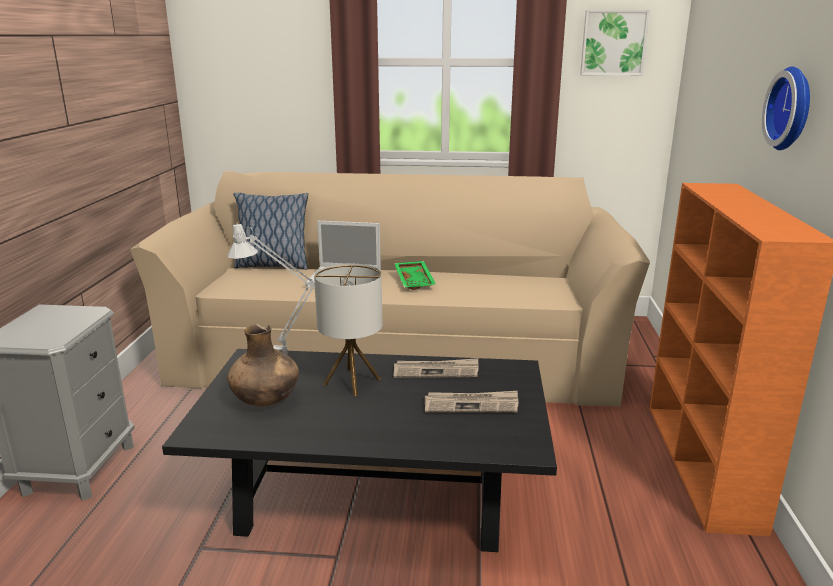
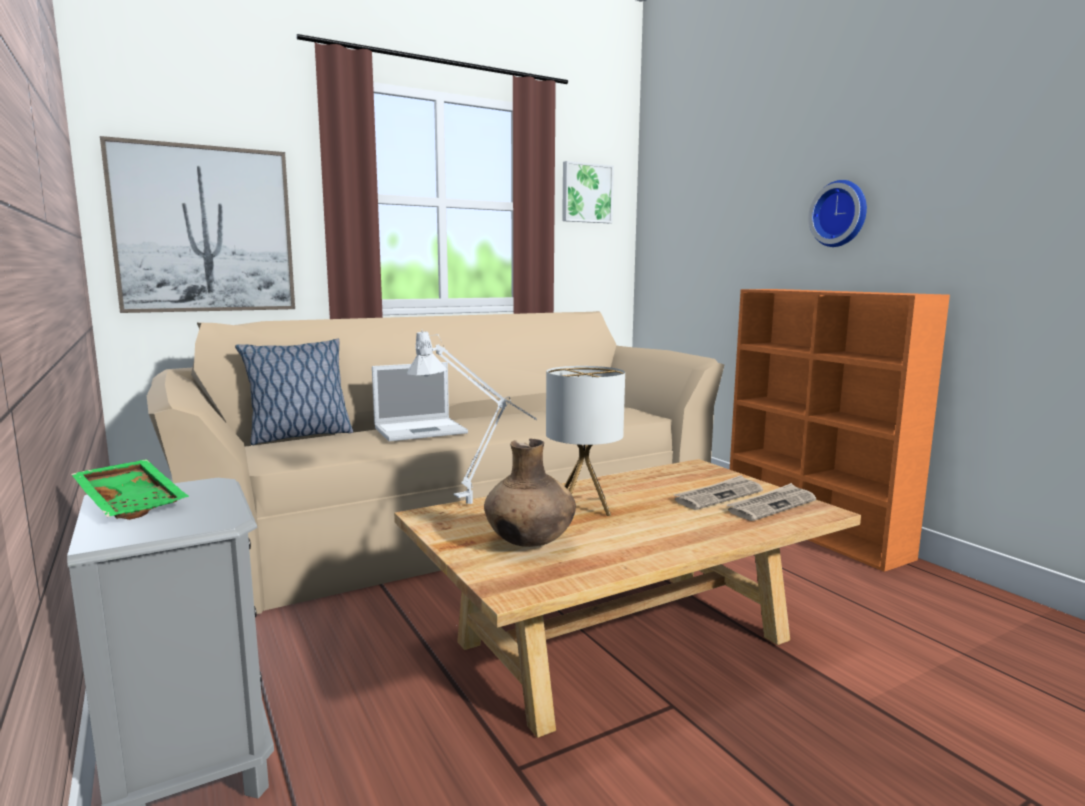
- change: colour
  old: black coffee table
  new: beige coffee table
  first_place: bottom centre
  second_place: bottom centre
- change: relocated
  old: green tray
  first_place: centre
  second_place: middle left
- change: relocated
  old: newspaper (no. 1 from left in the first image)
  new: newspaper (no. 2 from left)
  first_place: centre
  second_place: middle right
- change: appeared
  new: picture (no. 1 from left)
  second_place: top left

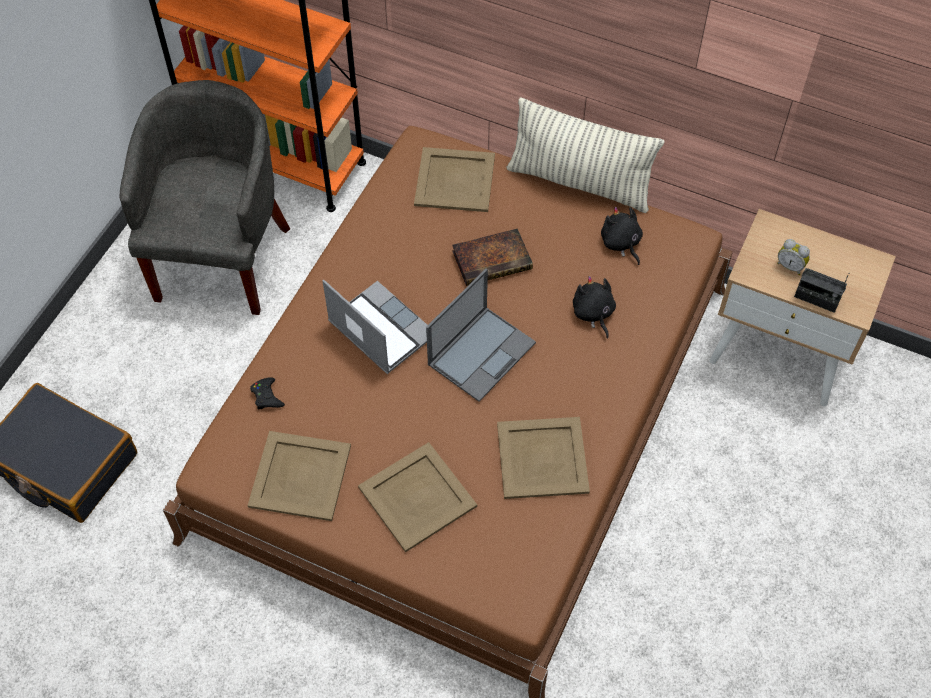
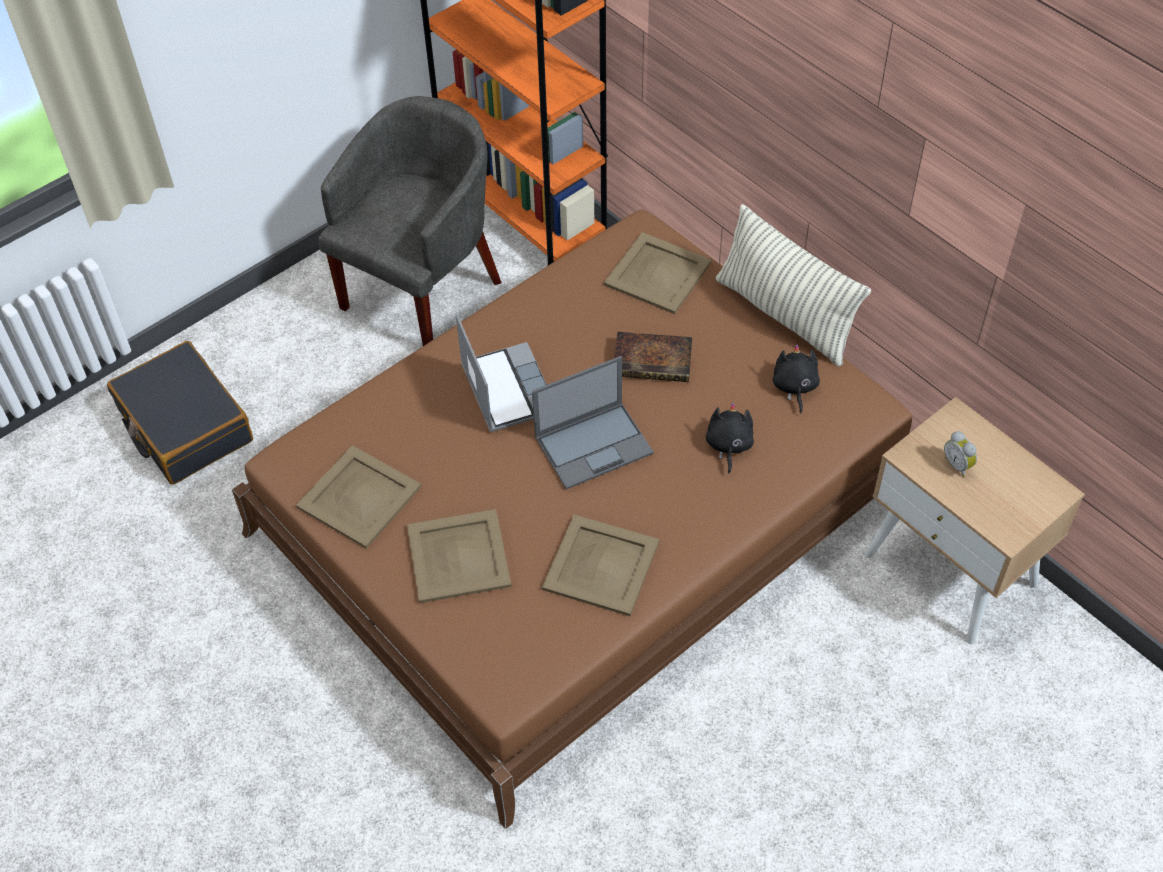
- change: missing
  old: black game controller
  first_place: middle left
- change: missing
  old: radio
  first_place: middle right

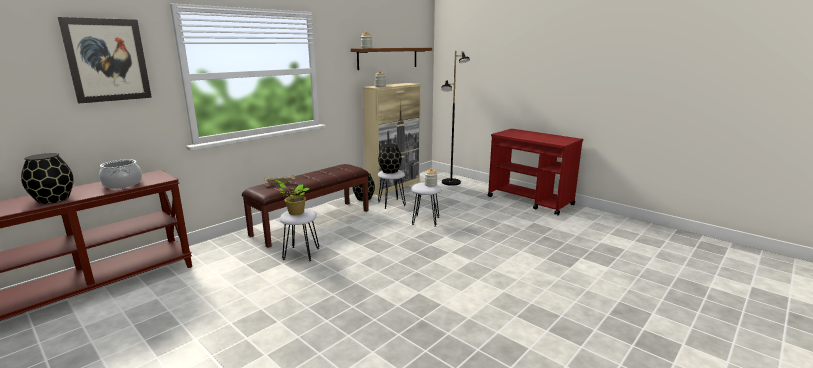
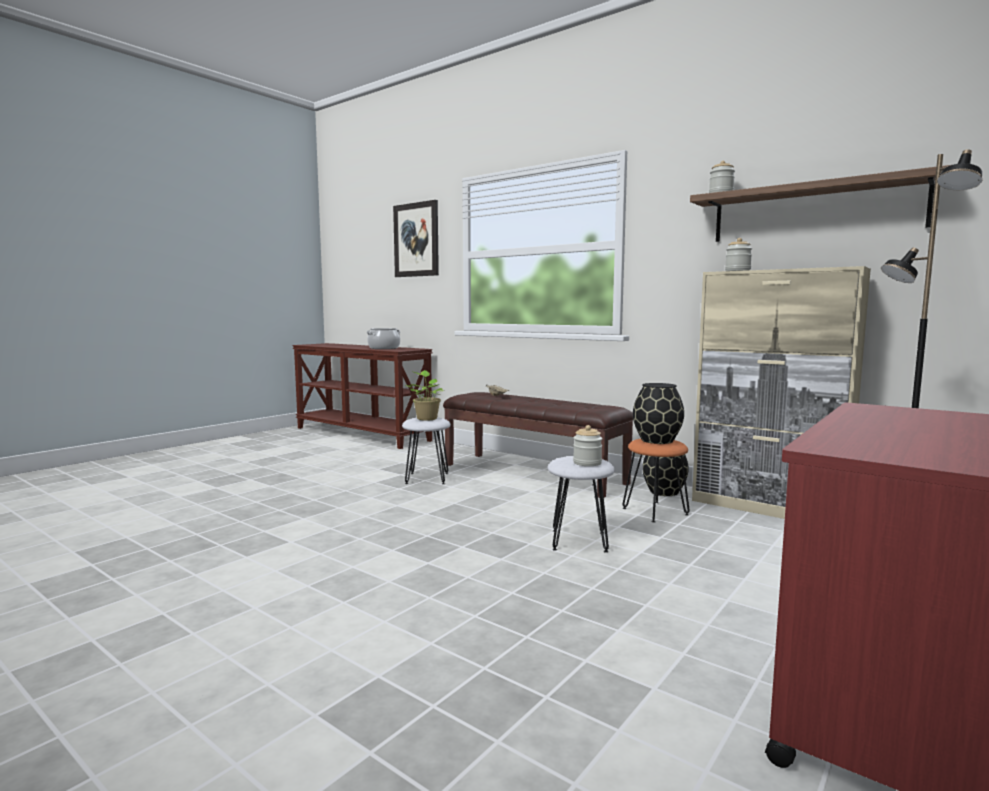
- change: missing
  old: black vase (no. 1 from left)
  first_place: middle left
- change: colour
  old: white stool (no. 2 from left)
  new: orange stool
  first_place: centre
  second_place: centre

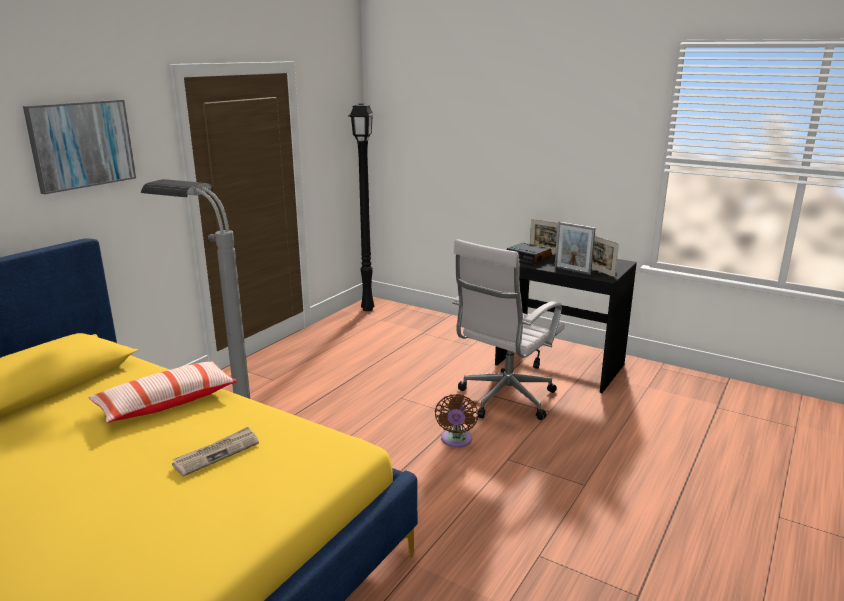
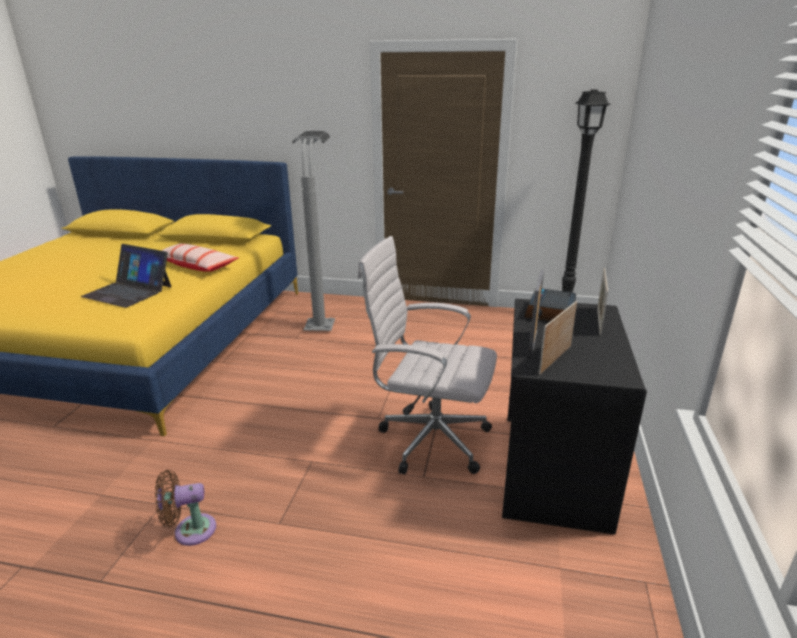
- change: missing
  old: picture
  first_place: top left
- change: exchanged
  old: newspaper
  new: laptop
  first_place: bottom left
  second_place: middle left
- change: relocated
  old: brown fan
  first_place: bottom centre
  second_place: bottom left

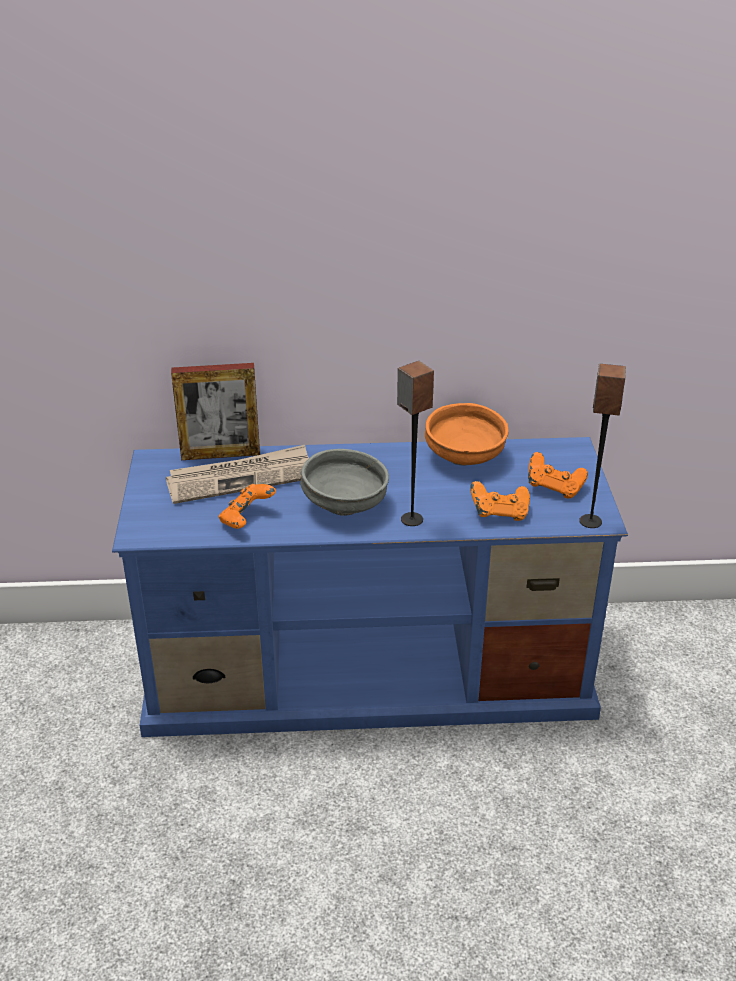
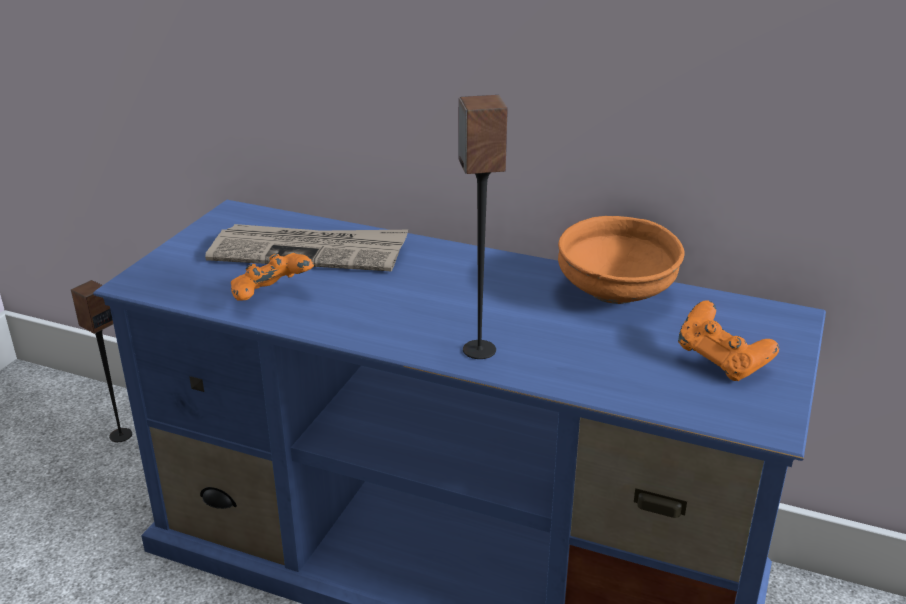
- change: missing
  old: picture frame
  first_place: middle left
- change: missing
  old: grey bowl
  first_place: centre
- change: missing
  old: orange game controller (no. 2 from left)
  first_place: middle right
- change: relocated
  old: speaker (no. 2 from left in the first image)
  new: speaker (no. 1 from left)
  first_place: middle right
  second_place: middle left

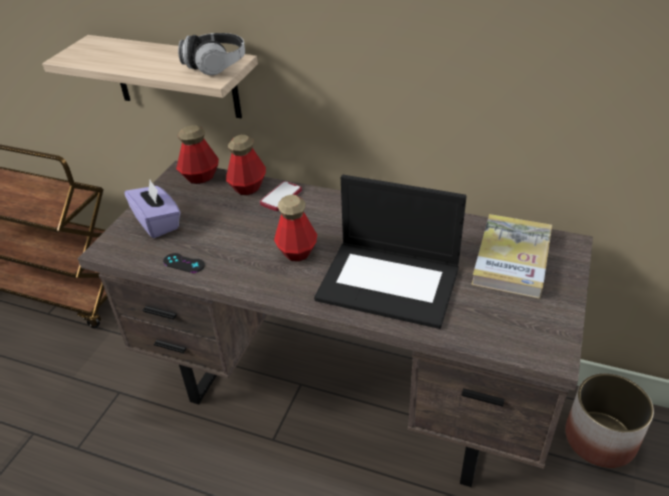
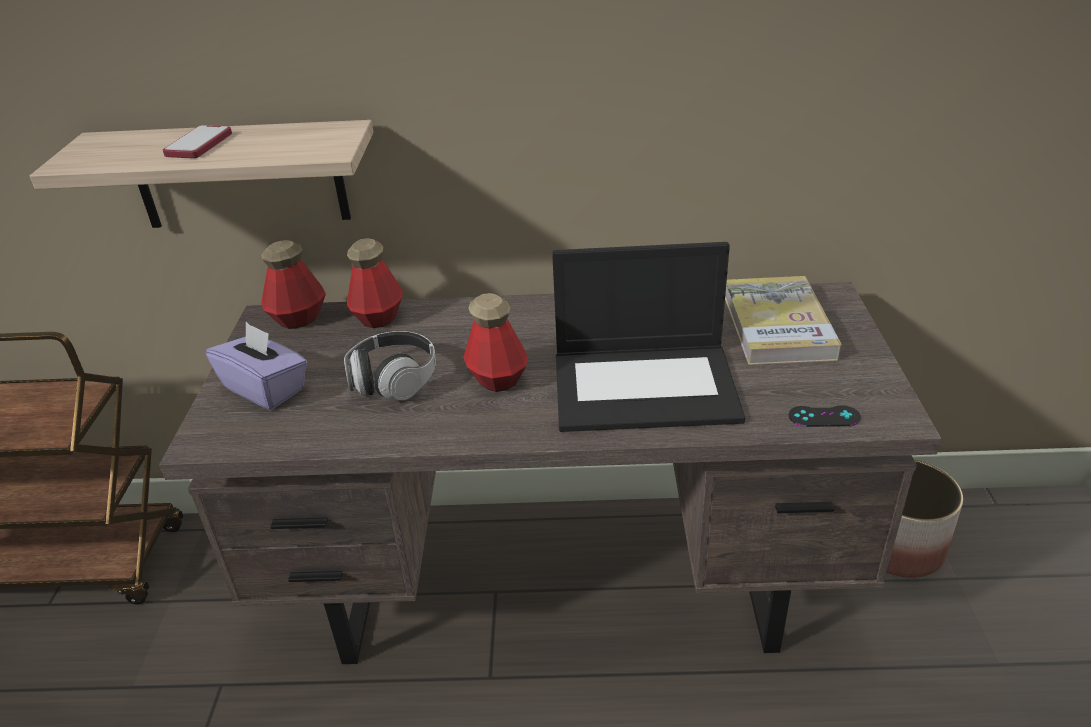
- change: relocated
  old: black game controller
  first_place: middle left
  second_place: middle right
- change: relocated
  old: headphones
  first_place: top left
  second_place: centre
- change: relocated
  old: phone
  first_place: centre
  second_place: top left

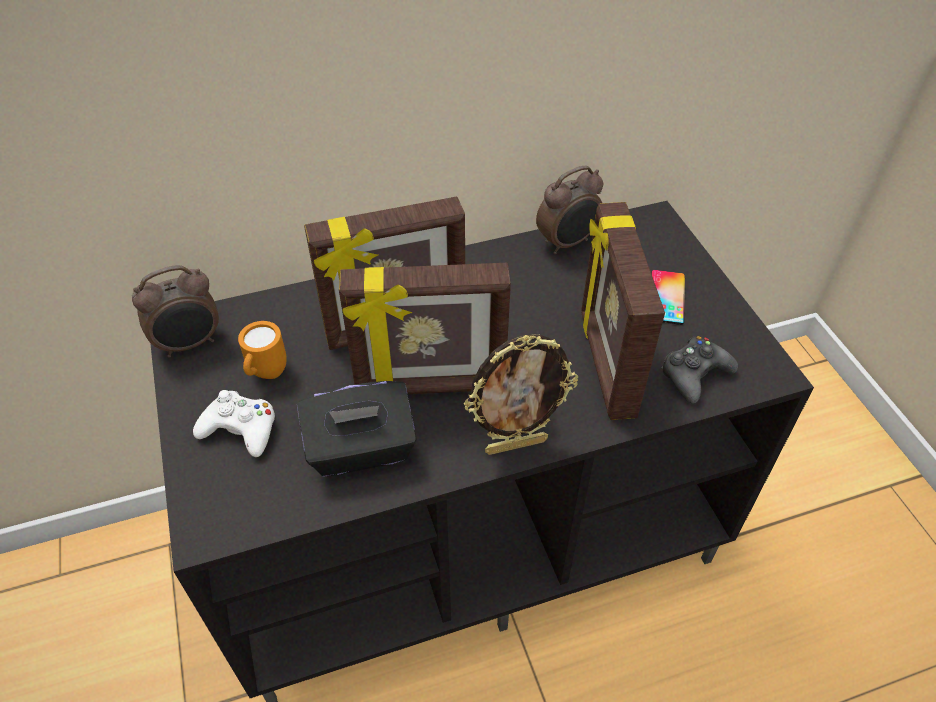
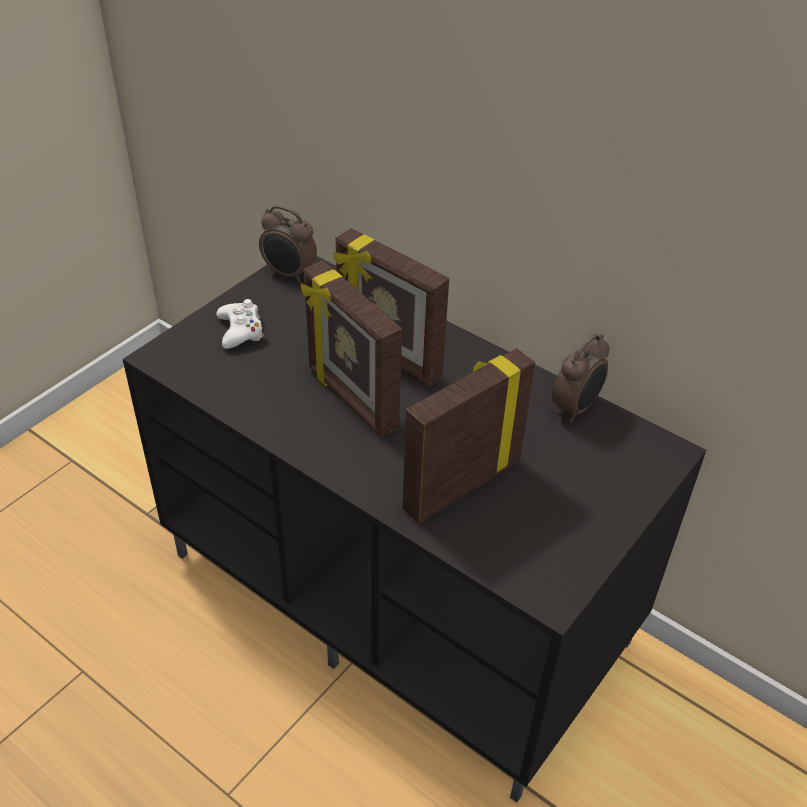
- change: missing
  old: orange mug
  first_place: middle left
- change: missing
  old: black tissue box
  first_place: centre
- change: missing
  old: picture frame (no. 3 from left)
  first_place: centre
- change: spun
  old: alarm clock (no. 2 from left)
  first_place: top centre
  second_place: middle right
  degrees: -75
- change: missing
  old: phone
  first_place: middle right
- change: missing
  old: black game controller
  first_place: middle right

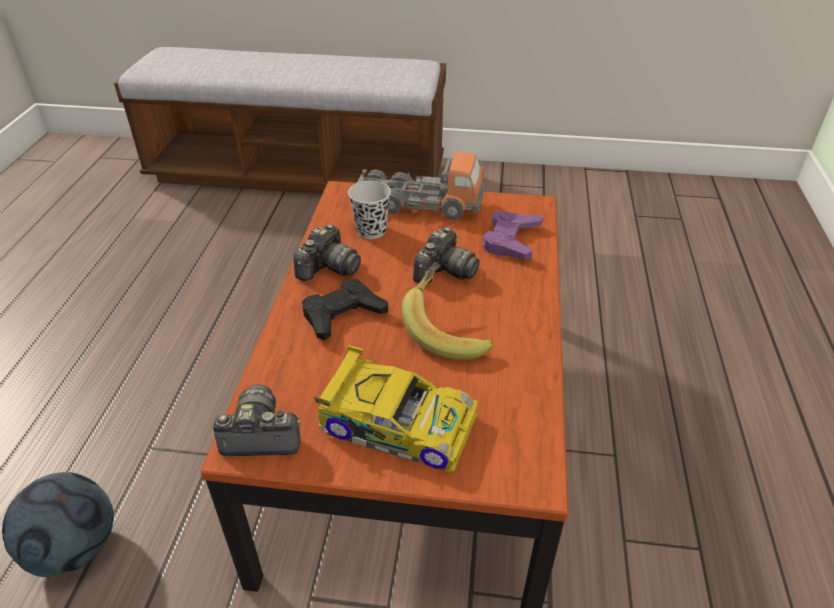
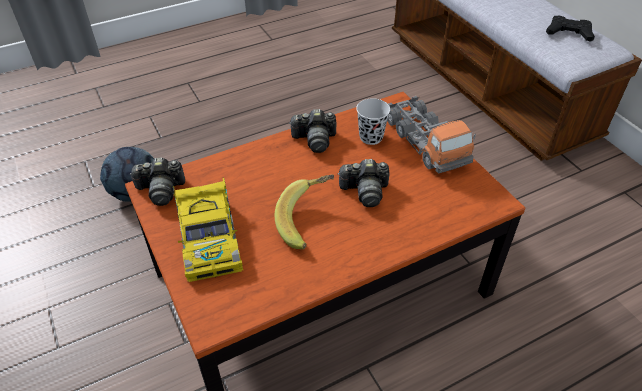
- change: spun
  old: photo camera (no. 1 from left)
  first_place: bottom left
  second_place: middle left
  degrees: 120
- change: relocated
  old: black game controller
  first_place: centre
  second_place: top right
- change: missing
  old: purple game controller
  first_place: centre

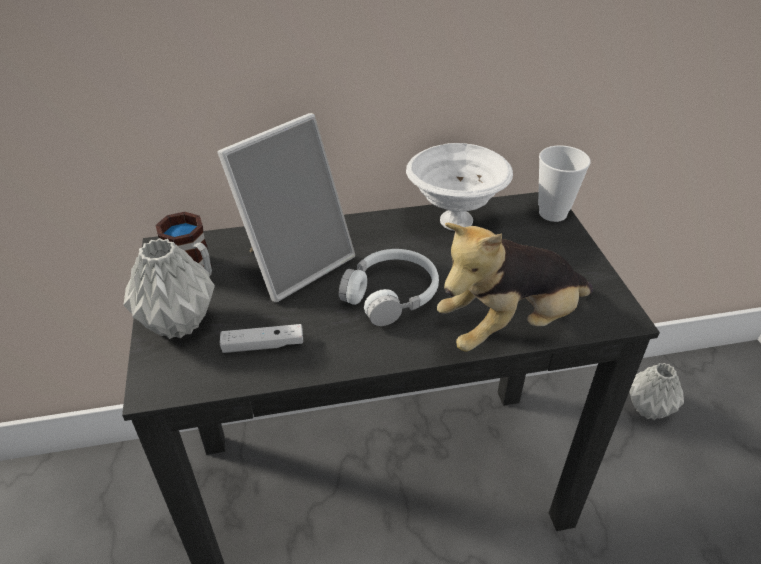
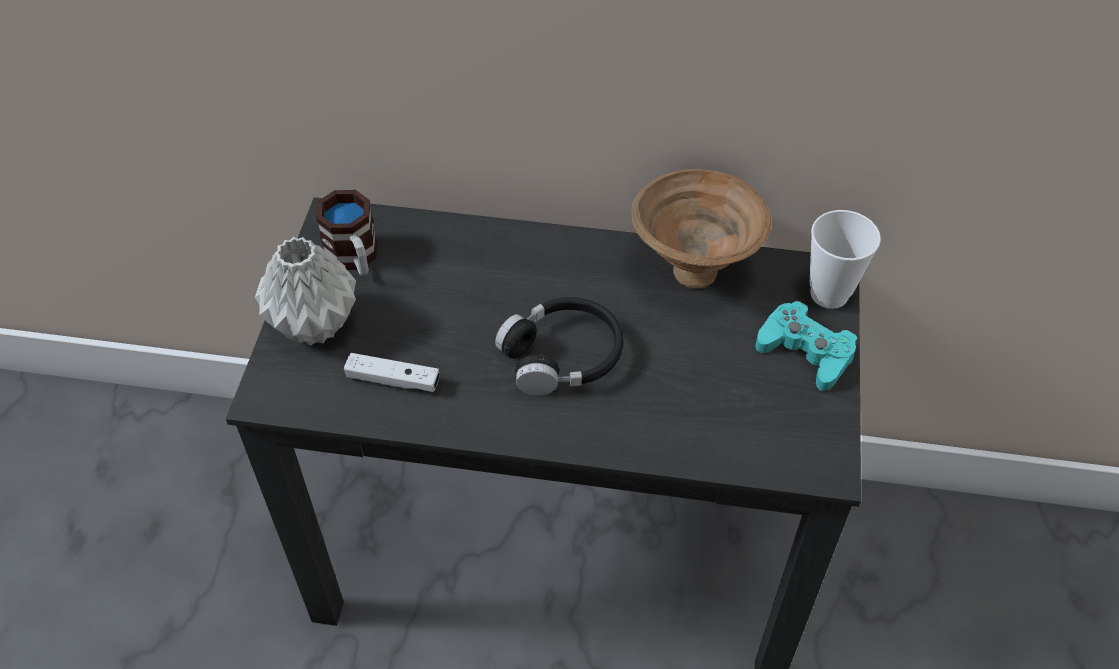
- change: missing
  old: picture frame
  first_place: centre
- change: colour
  old: white headphones
  new: black headphones
  first_place: centre
  second_place: centre
- change: colour
  old: white bowl
  new: brown bowl
  first_place: top centre
  second_place: centre
- change: missing
  old: plush toy
  first_place: middle right
- change: missing
  old: grey vase (no. 2 from left)
  first_place: bottom right
- change: appeared
  new: turquoise game controller
  second_place: middle right

